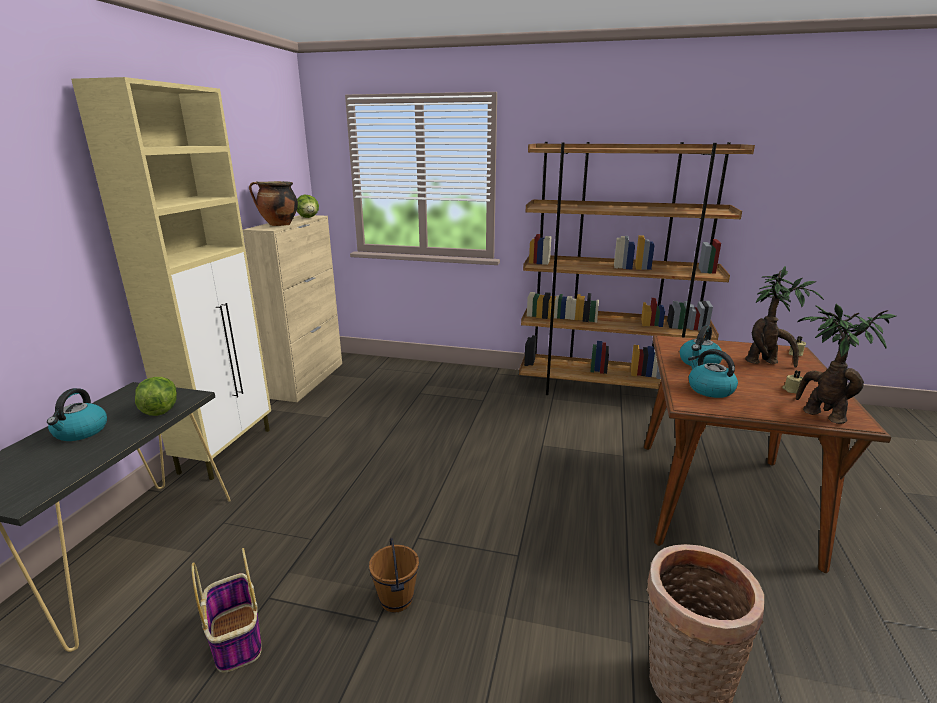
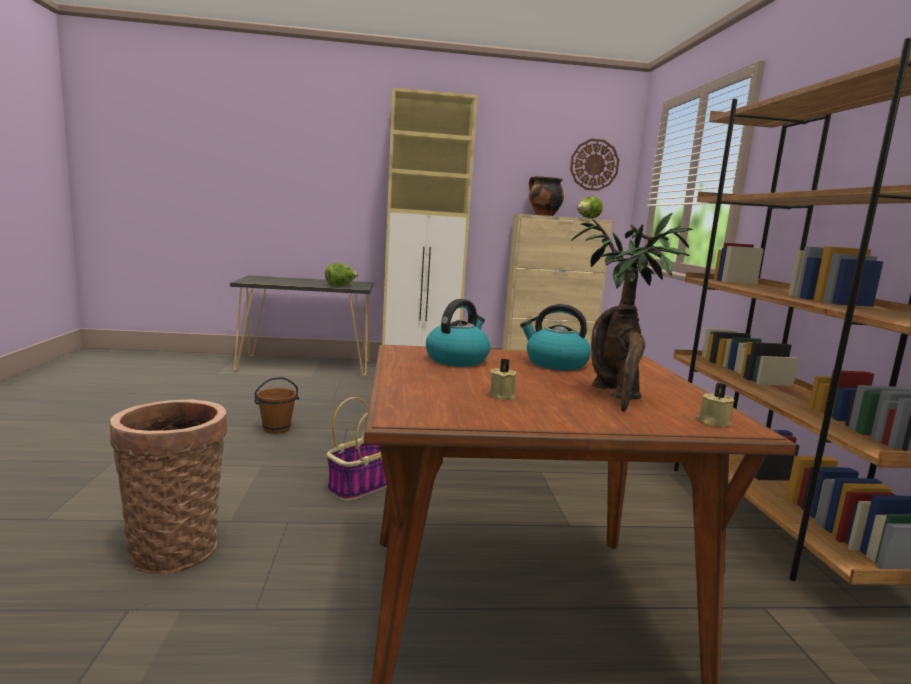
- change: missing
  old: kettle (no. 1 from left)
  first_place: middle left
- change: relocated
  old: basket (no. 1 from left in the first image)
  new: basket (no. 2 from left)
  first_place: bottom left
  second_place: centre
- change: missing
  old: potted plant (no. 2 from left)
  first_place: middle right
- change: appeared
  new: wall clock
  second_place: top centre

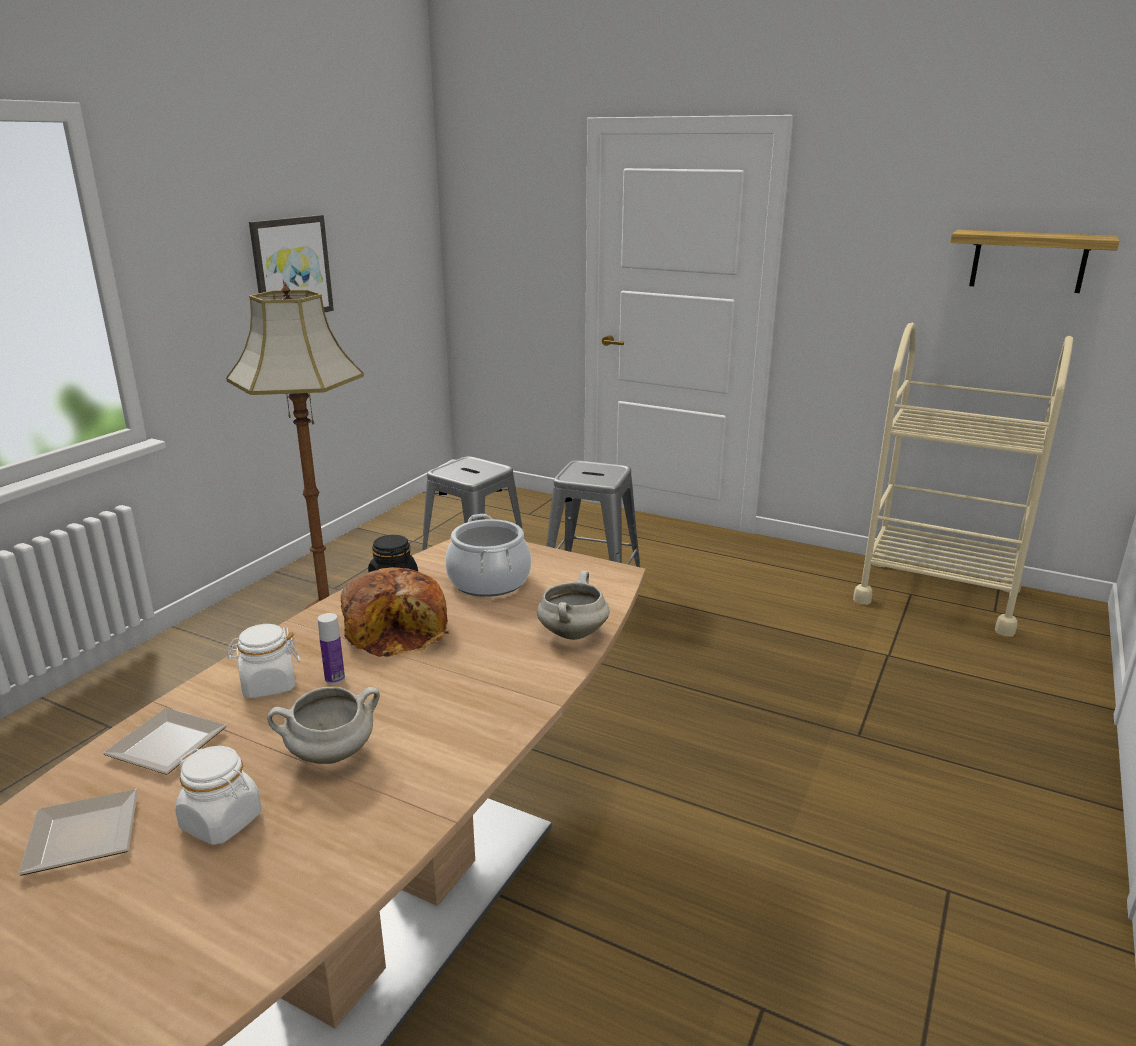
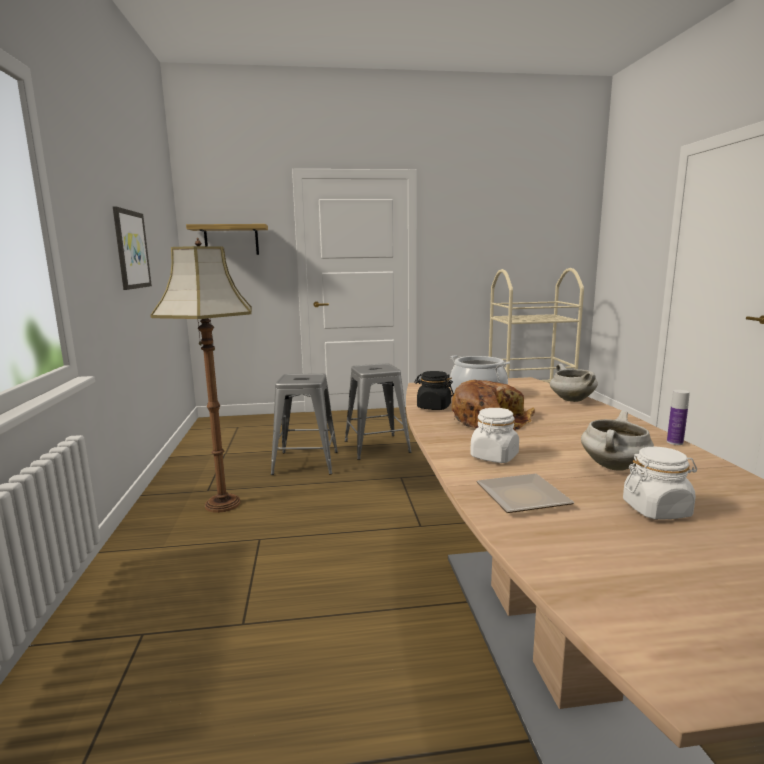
- change: missing
  old: plate (no. 1 from left)
  first_place: bottom left
- change: relocated
  old: bottle
  first_place: middle left
  second_place: middle right
- change: relocated
  old: shelf
  first_place: top right
  second_place: top left

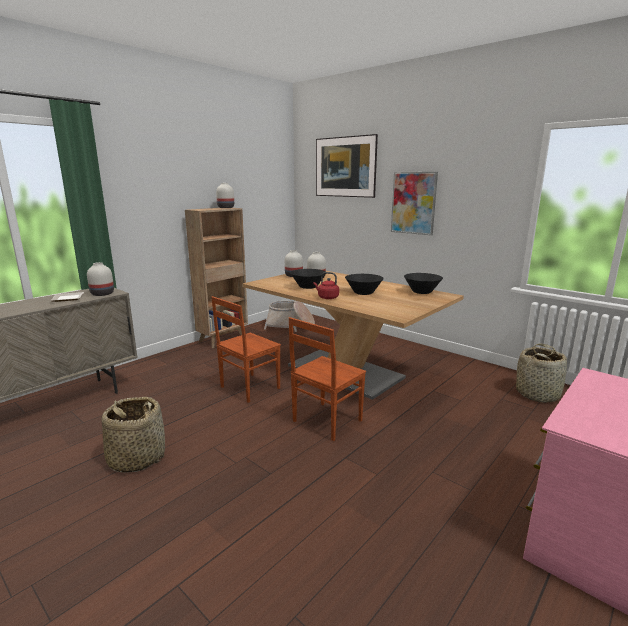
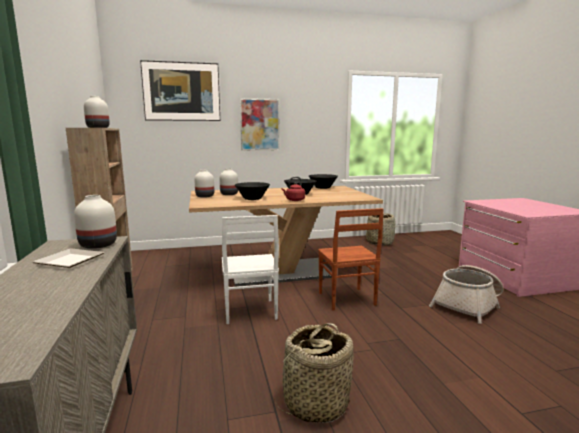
- change: colour
  old: brown chair (no. 1 from left)
  new: white chair
  first_place: centre
  second_place: centre
- change: relocated
  old: basket (no. 2 from left in the first image)
  new: basket (no. 3 from left)
  first_place: centre
  second_place: bottom right

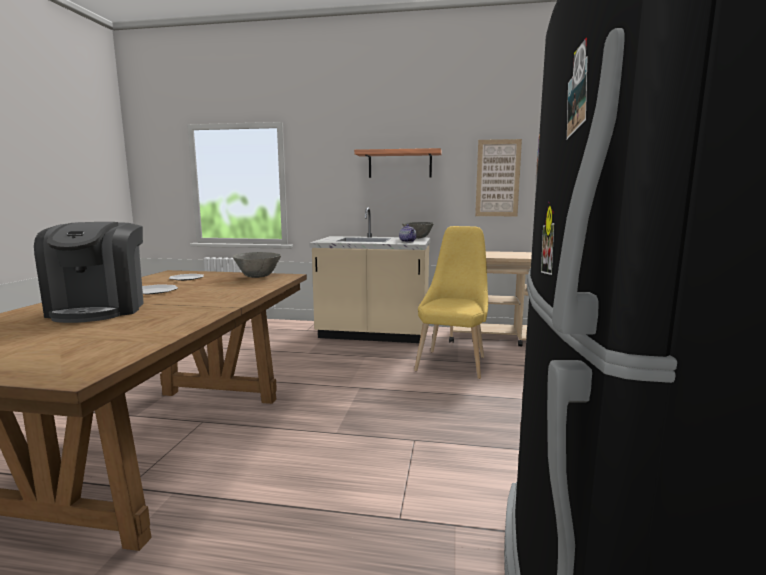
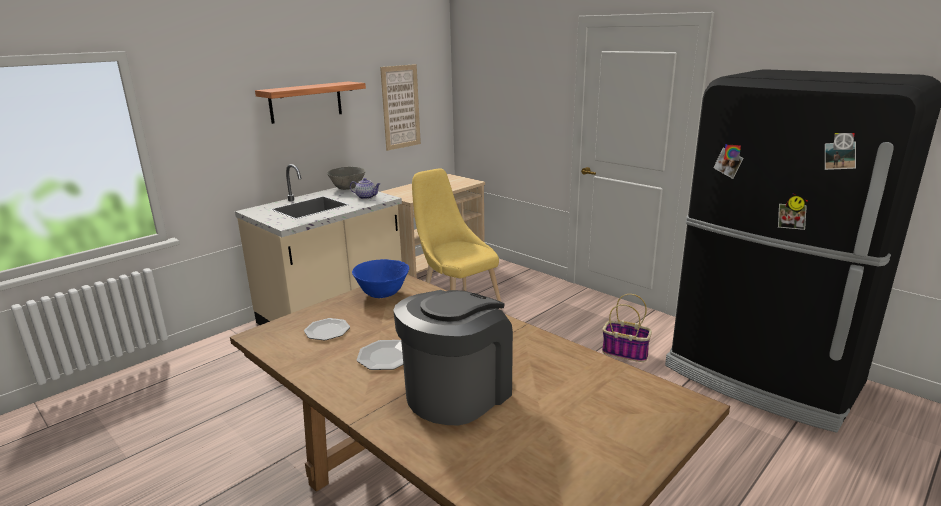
- change: spun
  old: coffee machine
  first_place: middle left
  second_place: bottom centre
  degrees: -75
- change: colour
  old: grey bowl (no. 1 from left)
  new: blue bowl
  first_place: centre
  second_place: centre
- change: appeared
  new: basket
  second_place: centre

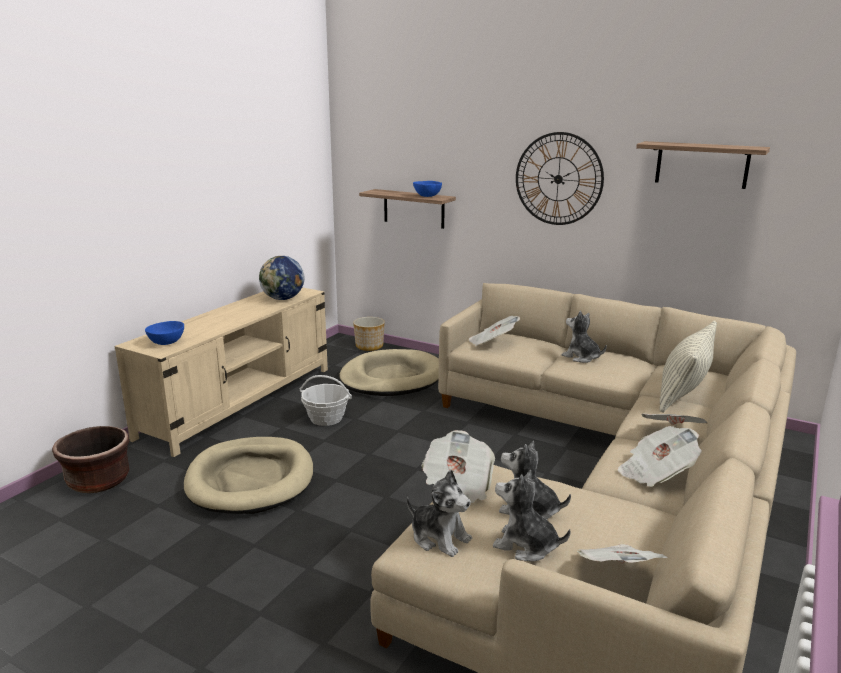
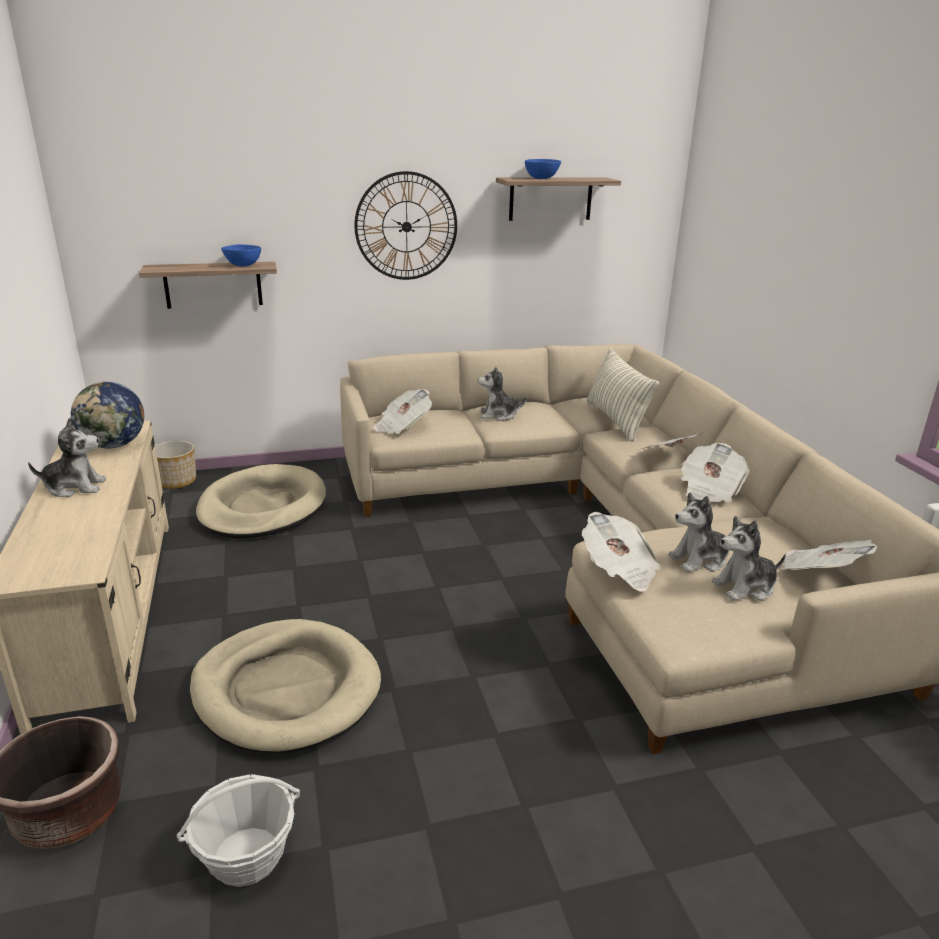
- change: relocated
  old: blue bowl (no. 1 from left in the first image)
  new: blue bowl (no. 2 from left)
  first_place: middle left
  second_place: top centre
- change: relocated
  old: basket
  first_place: centre
  second_place: bottom left
- change: relocated
  old: plush toy (no. 1 from left)
  first_place: bottom centre
  second_place: middle left

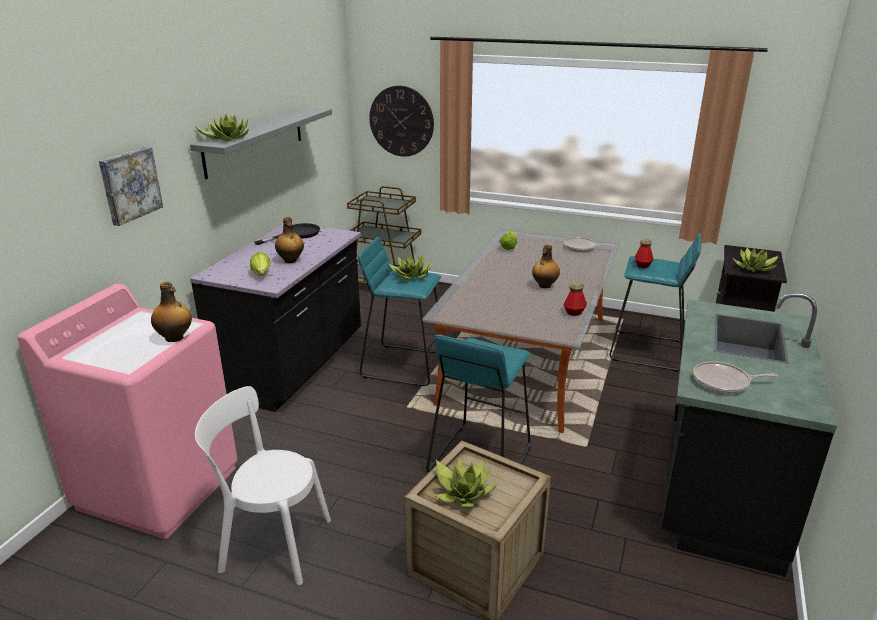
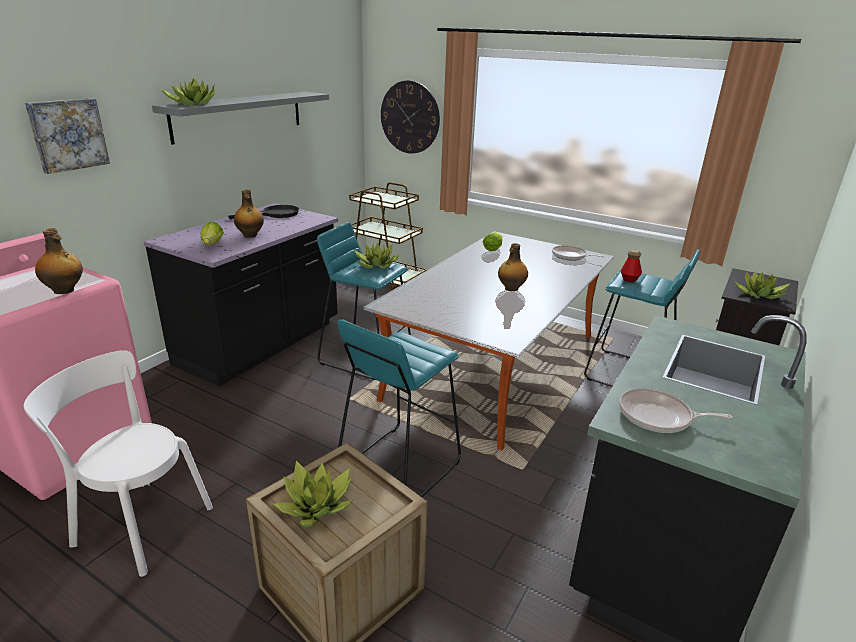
- change: missing
  old: bottle (no. 4 from left)
  first_place: centre

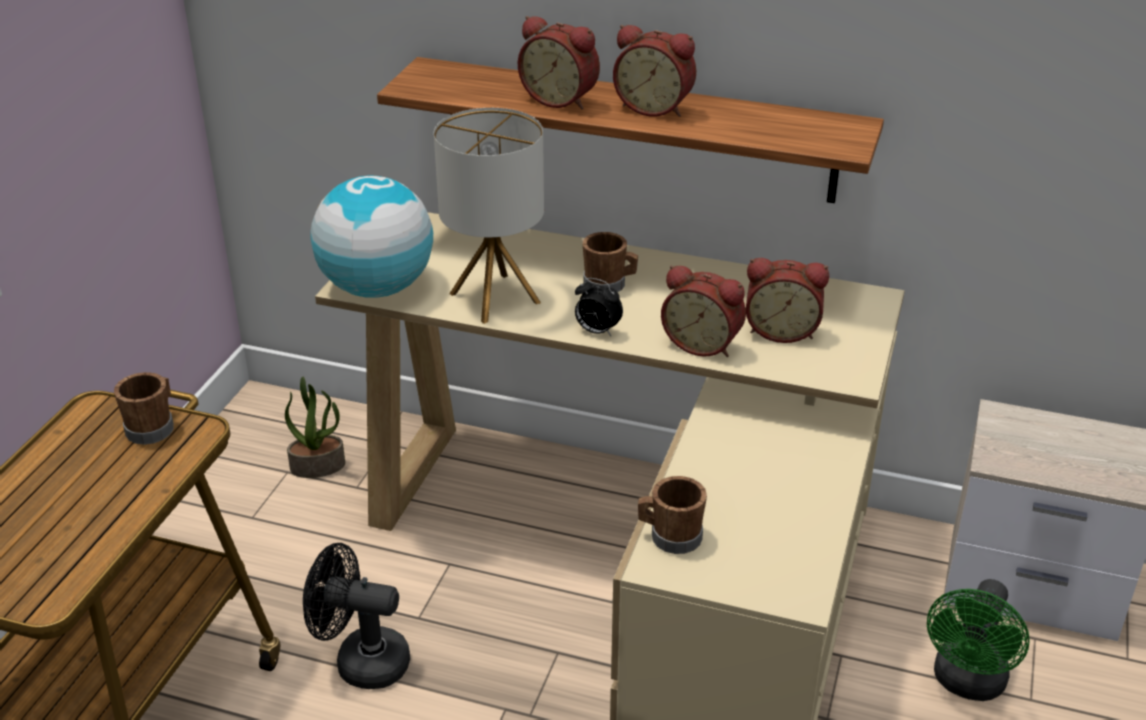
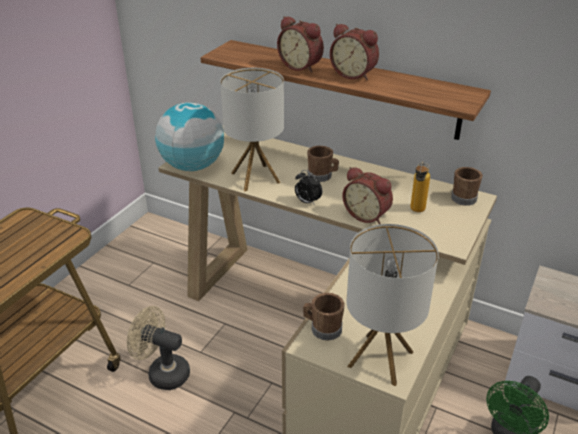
- change: relocated
  old: brown mug (no. 1 from left in the first image)
  new: brown mug (no. 3 from left)
  first_place: middle left
  second_place: middle right
- change: missing
  old: potted plant
  first_place: middle left
- change: colour
  old: black fan
  new: beige fan
  first_place: bottom left
  second_place: bottom left
- change: exchanged
  old: alarm clock (no. 5 from left)
  new: bottle
  first_place: middle right
  second_place: middle right
- change: appeared
  new: table lamp (no. 2 from left)
  second_place: bottom right

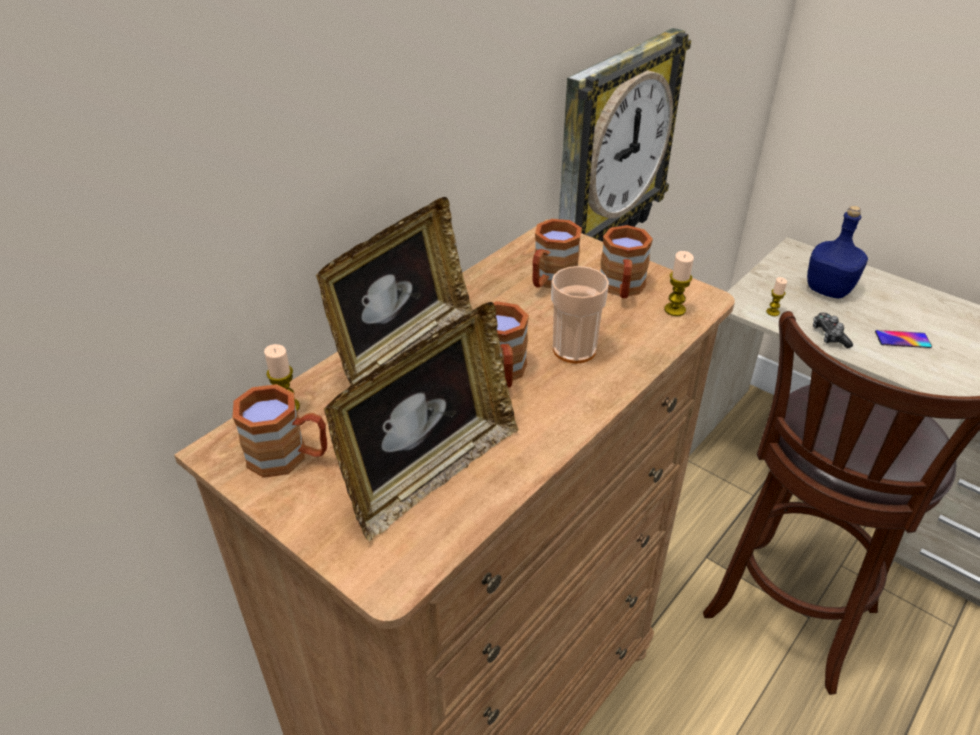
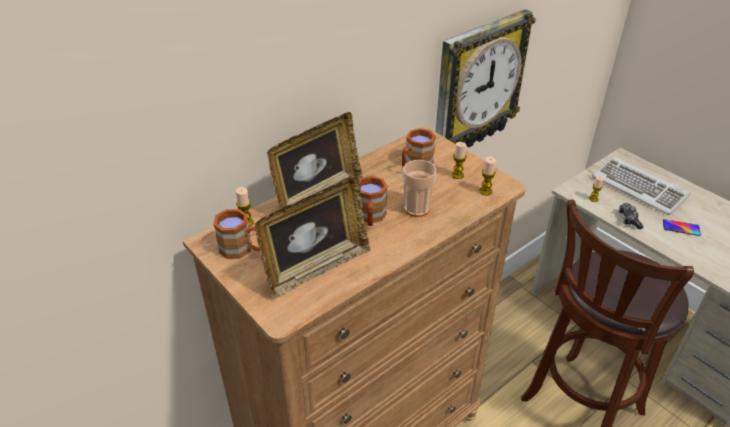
- change: exchanged
  old: brown mug (no. 4 from left)
  new: candle (no. 2 from left)
  first_place: centre
  second_place: centre
- change: exchanged
  old: blue bottle
  new: keyboard
  first_place: middle right
  second_place: middle right

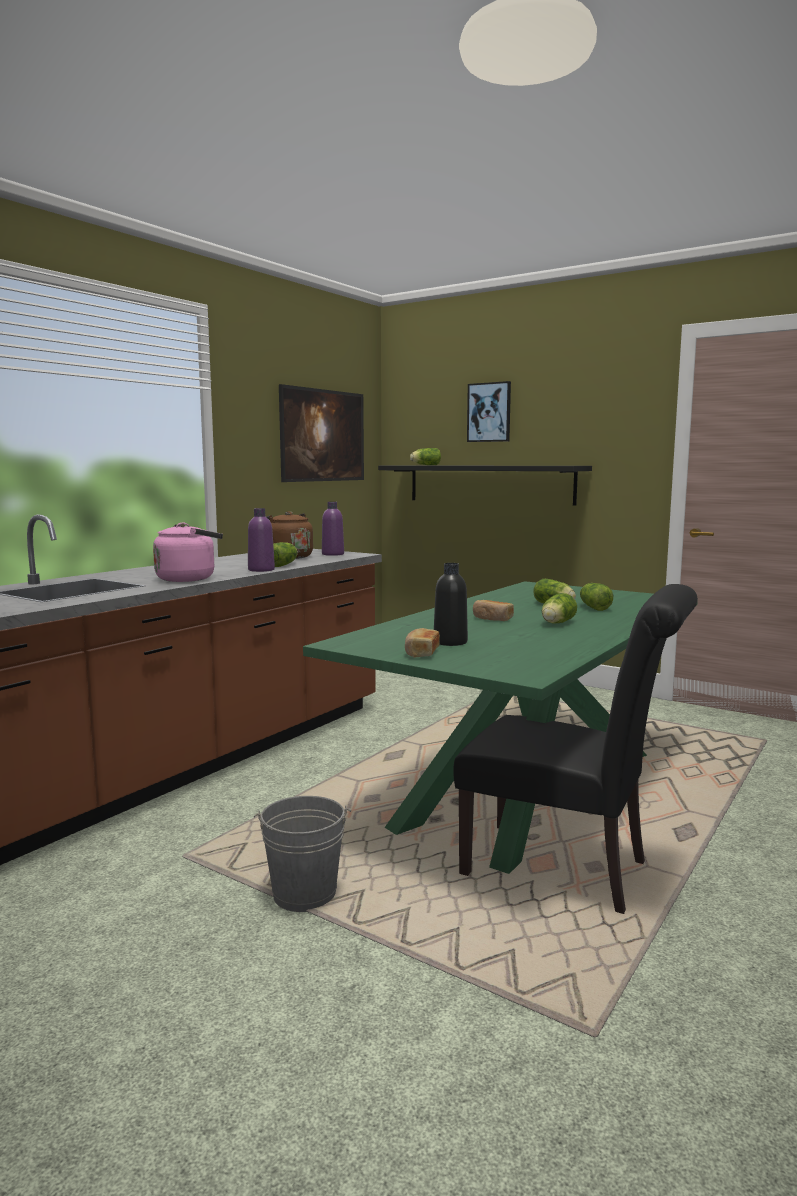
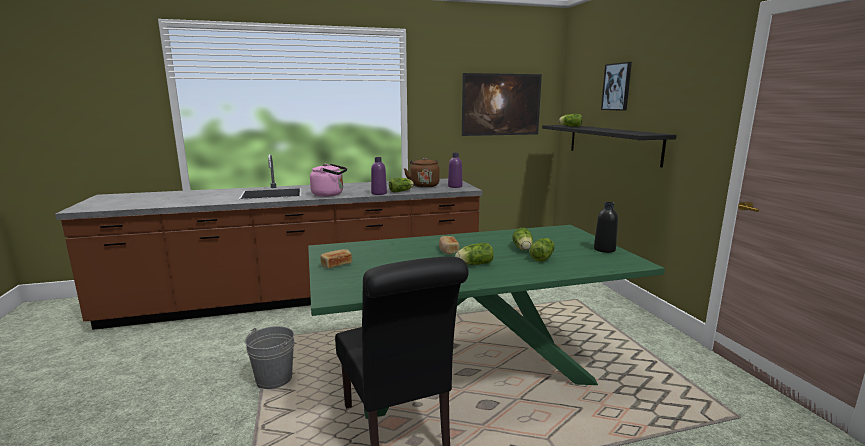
- change: relocated
  old: black bottle
  first_place: centre
  second_place: middle right

